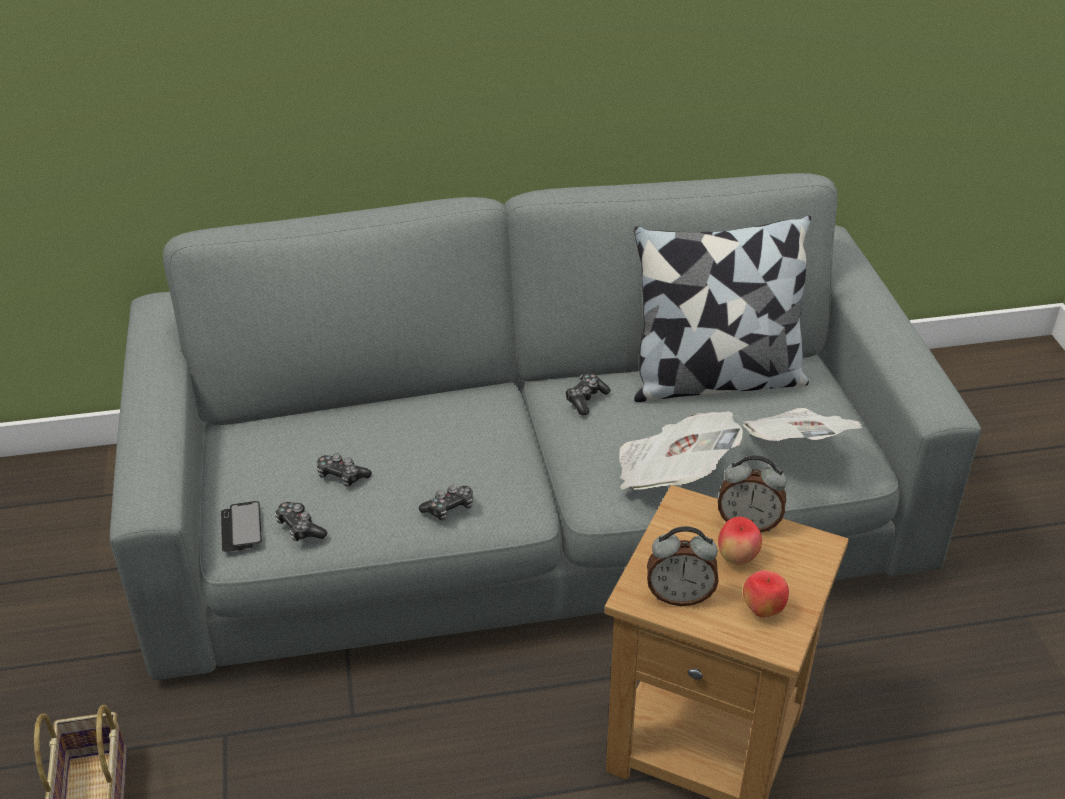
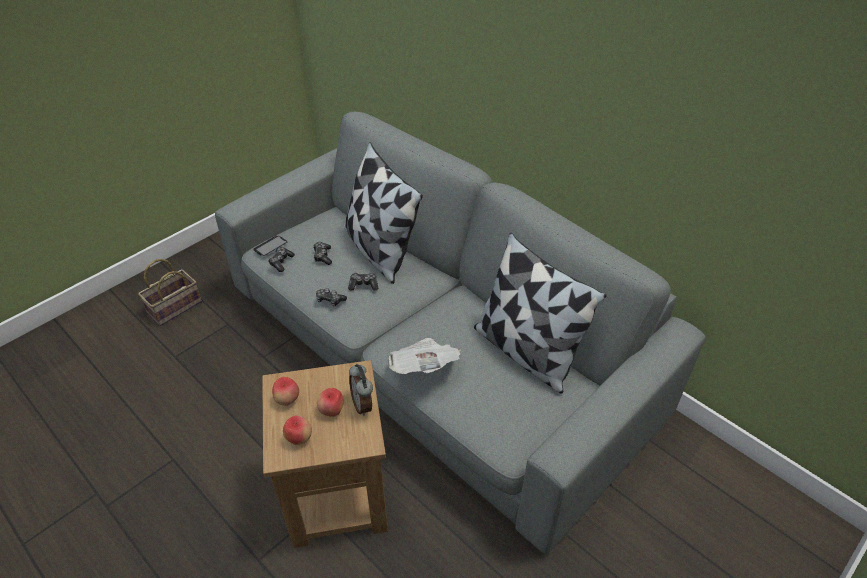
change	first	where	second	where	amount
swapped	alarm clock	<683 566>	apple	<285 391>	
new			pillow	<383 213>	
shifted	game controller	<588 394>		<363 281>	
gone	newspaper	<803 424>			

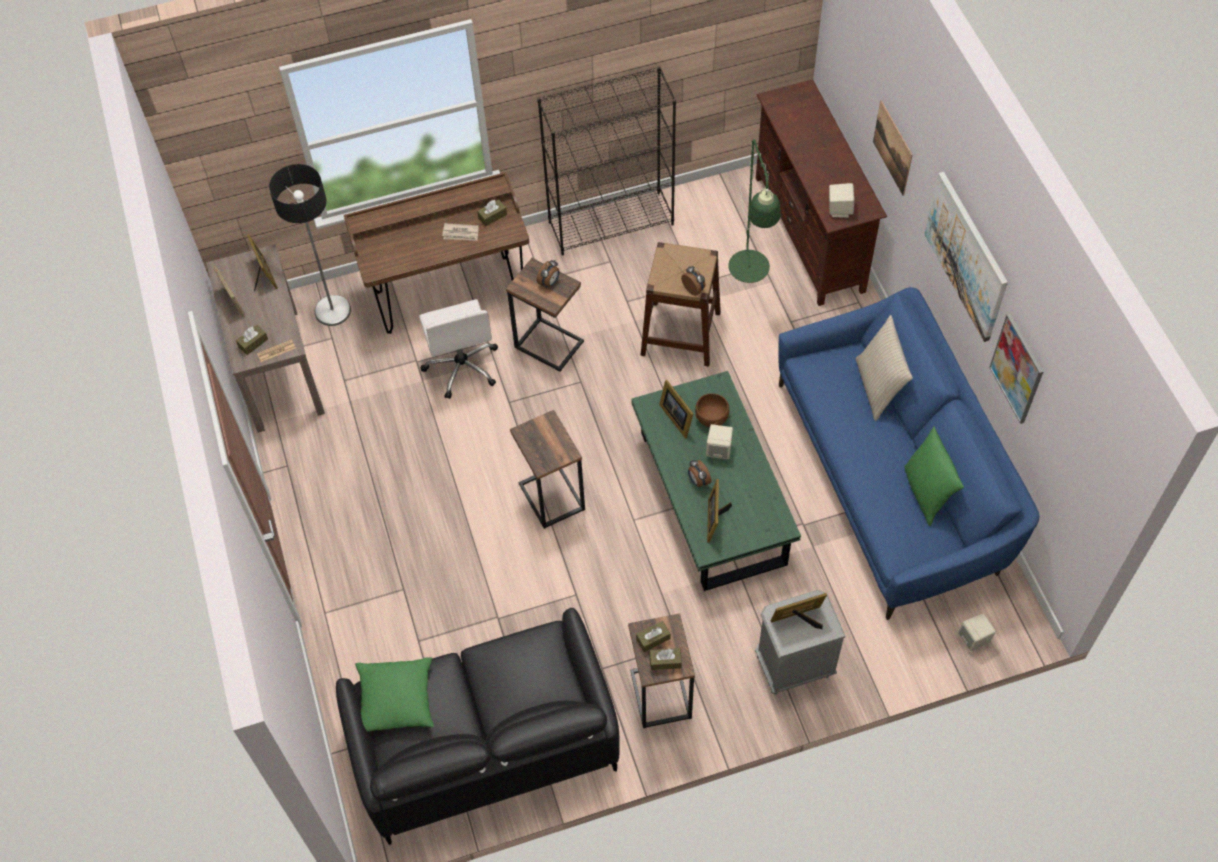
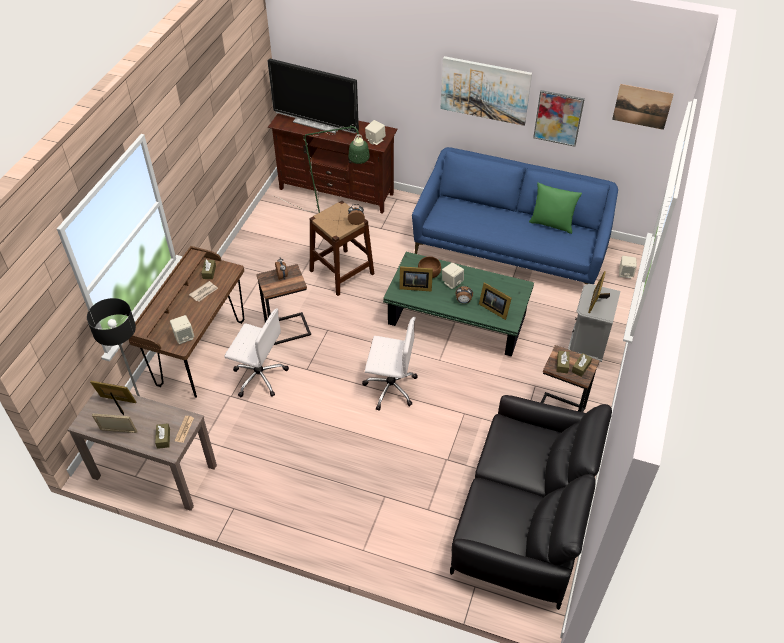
change	first	where	second	where	amount
new			beige speaker	<182 329>	
new			television	<313 96>	
swapped	side table	<547 469>	white office chair	<390 364>	
shifted	picture	<892 148>		<643 107>	
gone	green pillow	<394 694>			
gone	black bookcase	<606 161>			
gone	beige pillow	<884 368>			

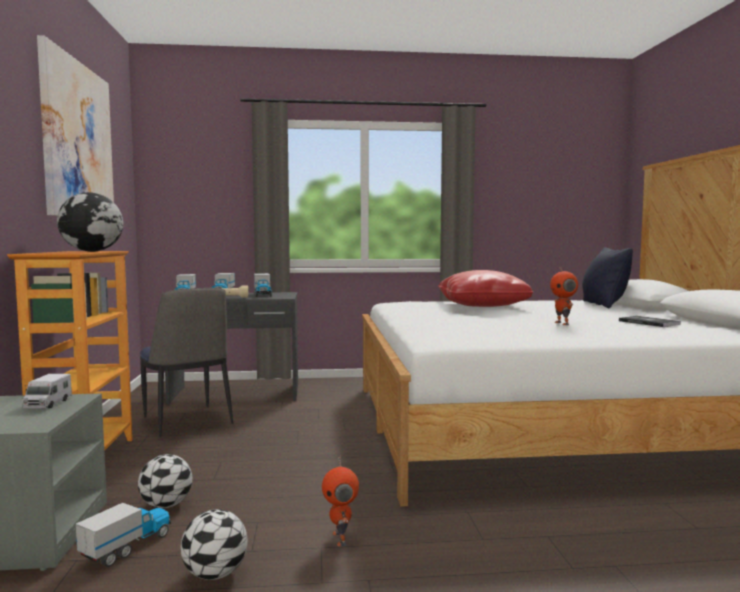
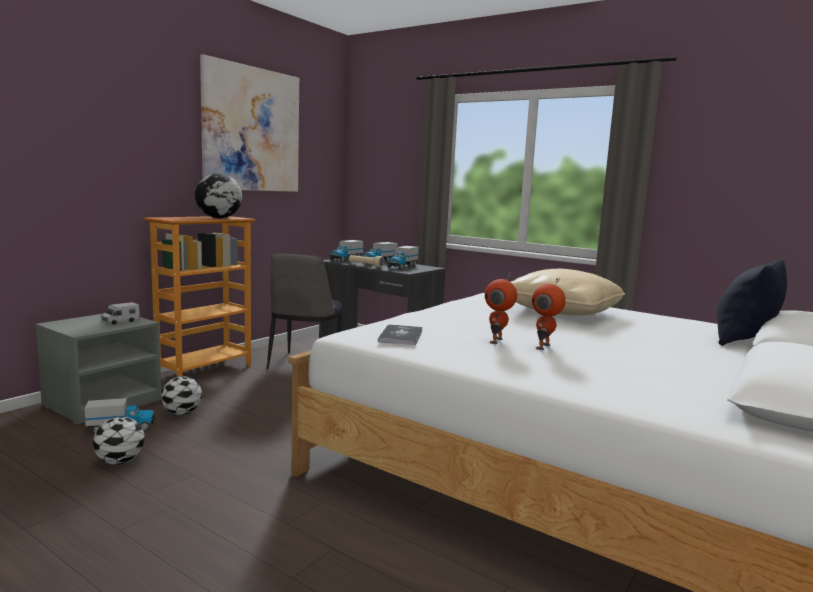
change	first	where	second	where	amount
shifted	book	<650 321>		<400 334>	
shifted	toy robot	<340 501>		<501 308>	
repainted	red pillow	<485 288>	beige pillow	<568 292>	

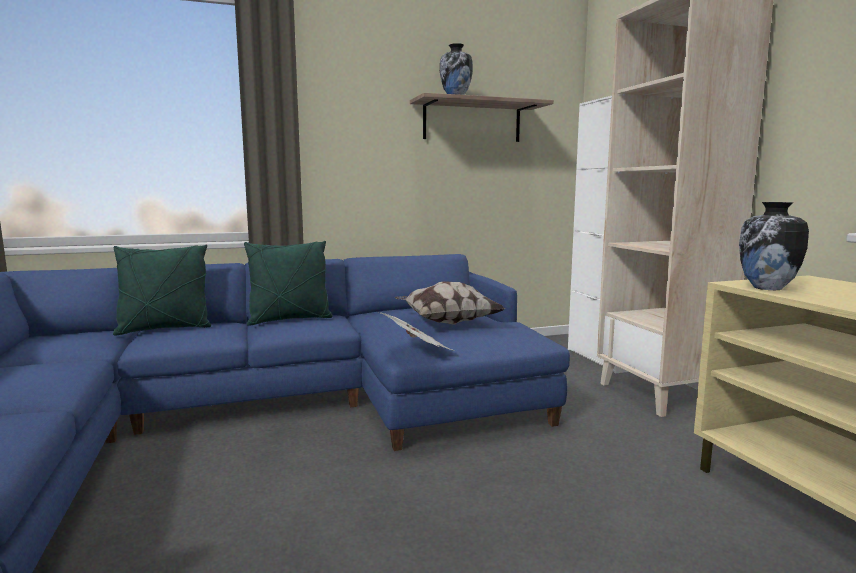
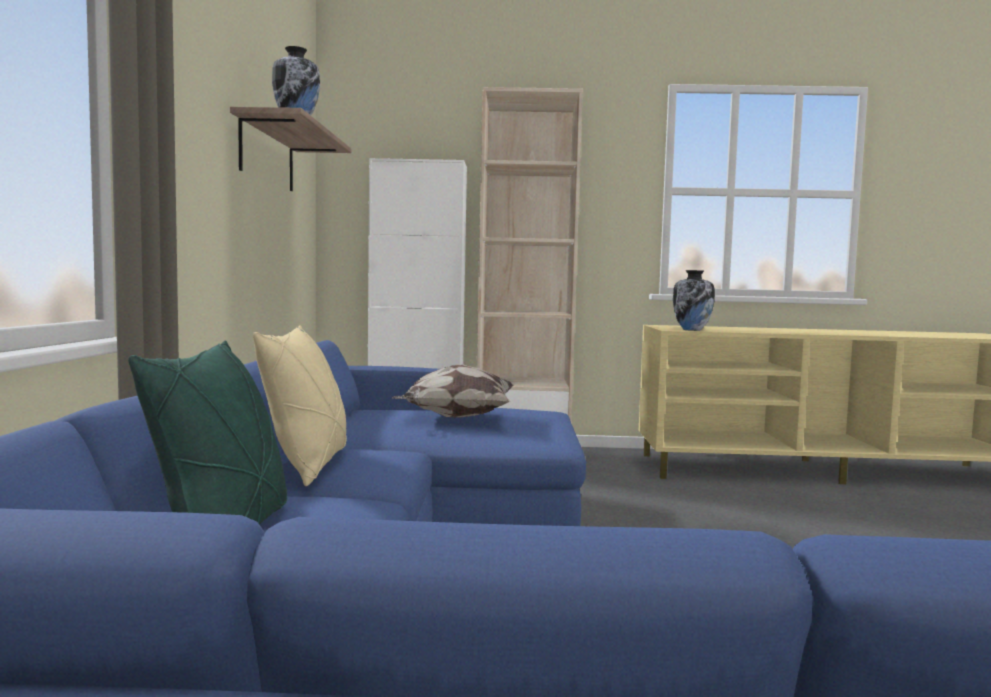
change	first	where	second	where	amount
repainted	green pillow	<288 283>	beige pillow	<300 405>	
gone	newspaper	<415 331>			

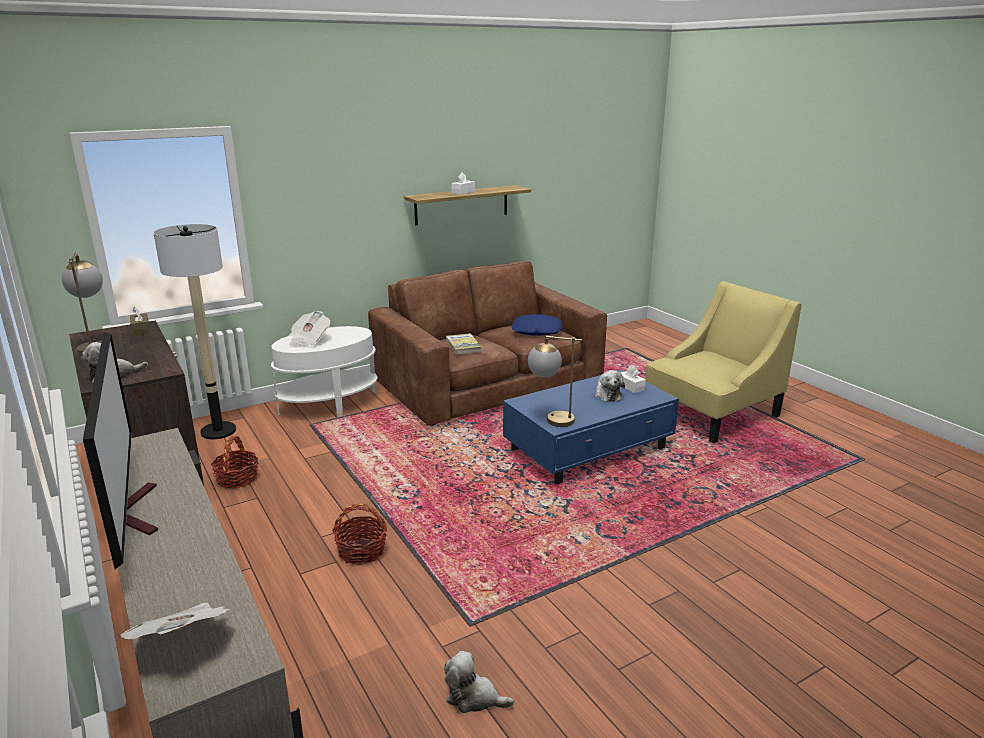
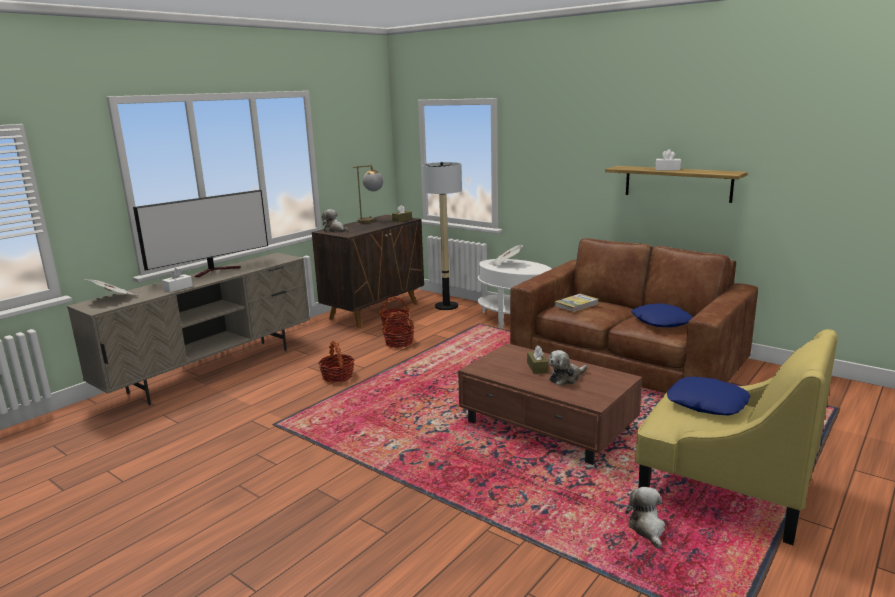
change	first	where	second	where	amount
shifted	white tissue box	<633 379>		<177 280>	
new			basket	<398 329>	
repainted	blue coffee table	<591 427>	brown coffee table	<550 404>	
new			brown tissue box	<537 360>	
shifted	plush toy	<479 682>		<645 518>	
new			blue pillow	<708 396>	
gone	table lamp	<555 381>			

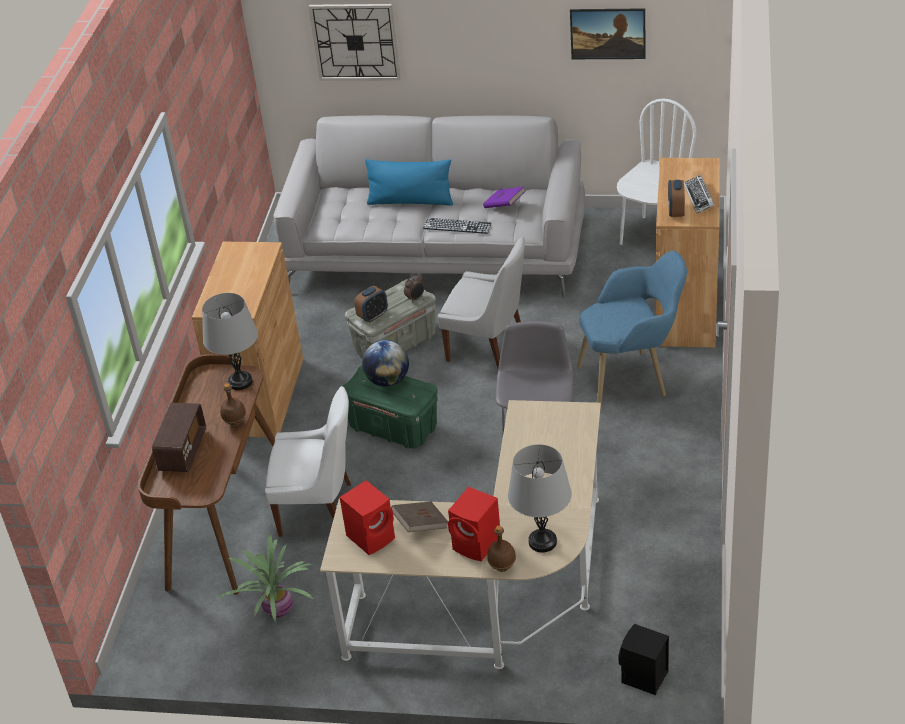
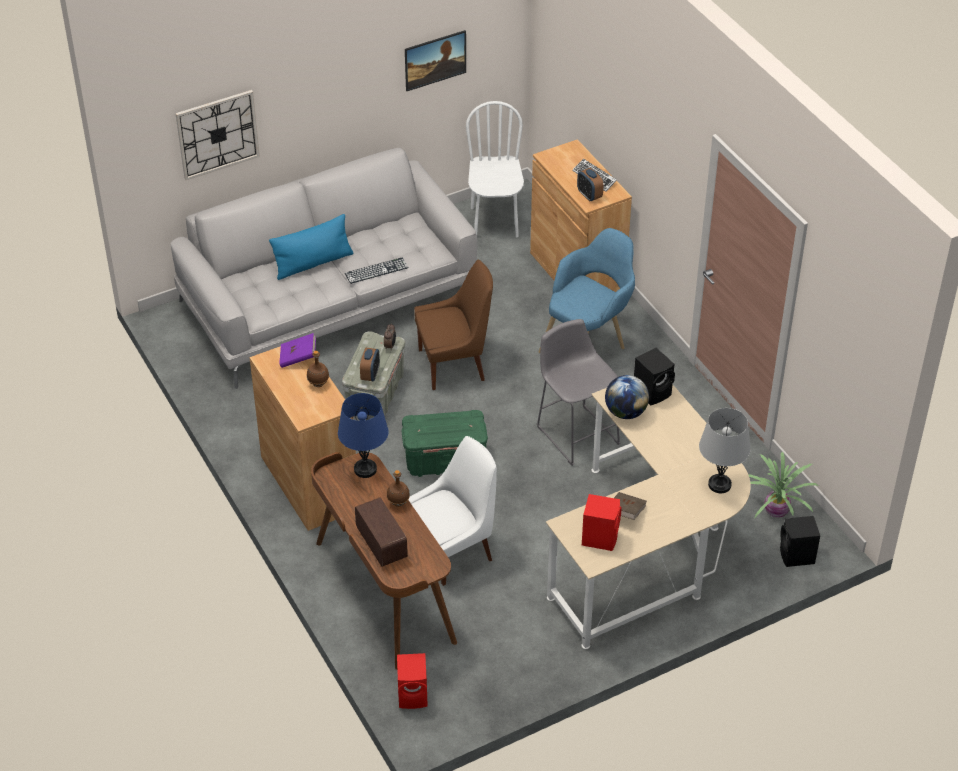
change	first	where	second	where	amount
shifted	purple book	<504 197>		<297 350>	
shifted	brown bottle	<501 549>		<318 368>	
repainted	grey table lamp	<230 341>	blue table lamp	<363 435>	
shifted	red speaker	<474 524>		<412 681>	
repainted	white chair	<481 302>	brown chair	<453 325>	
shifted	globe	<385 363>		<627 397>	
new			black speaker	<654 376>	
shifted	potted plant	<265 578>		<783 485>	

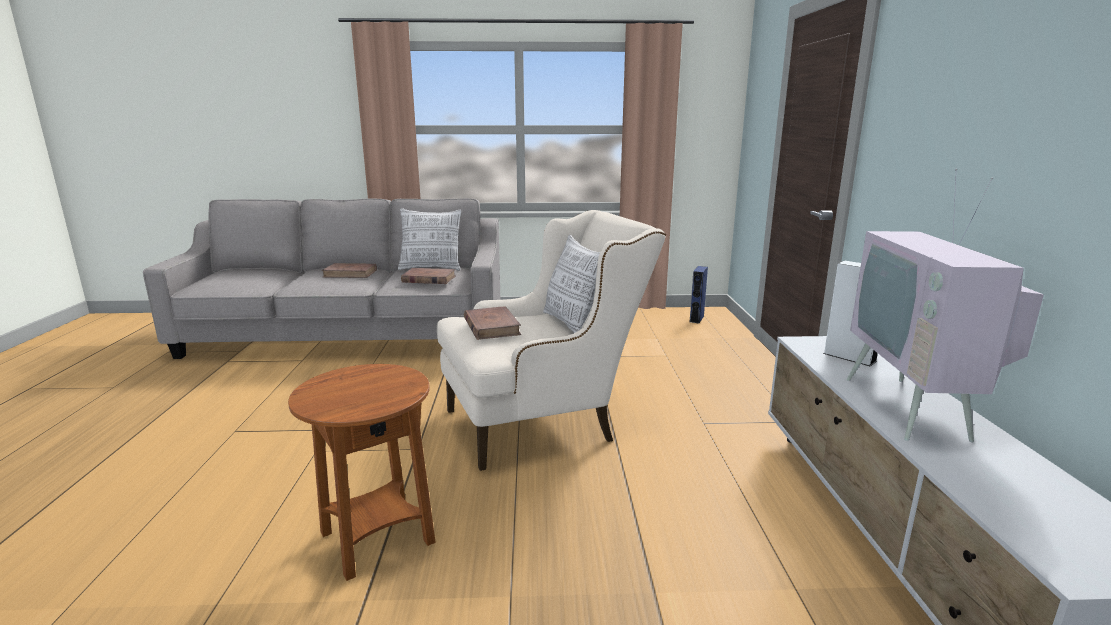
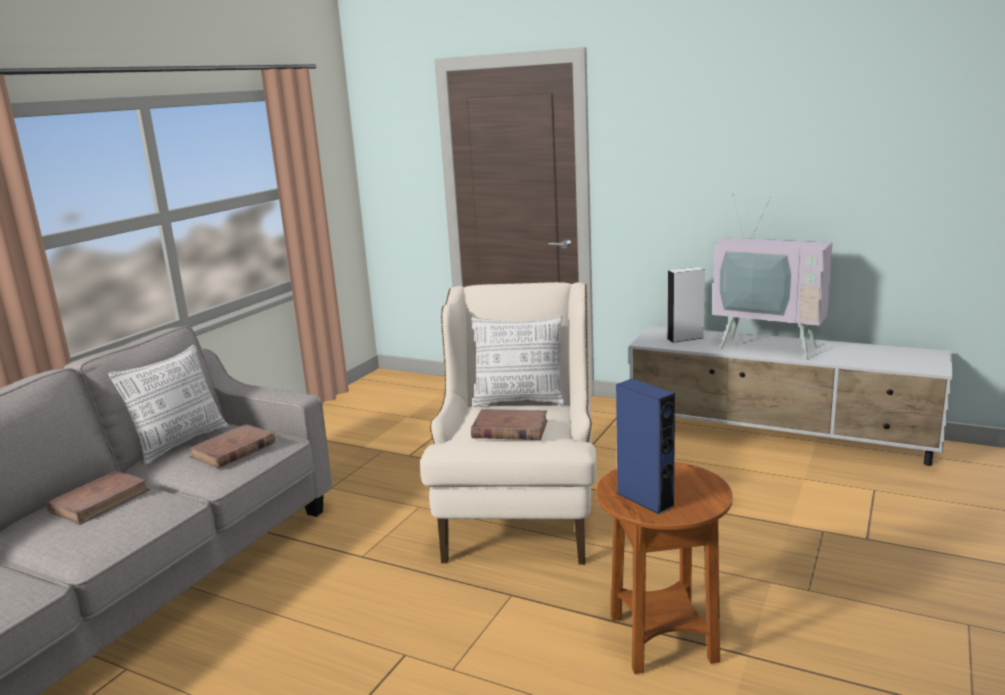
change	first	where	second	where	amount
shifted	blue speaker	<699 295>		<645 446>	

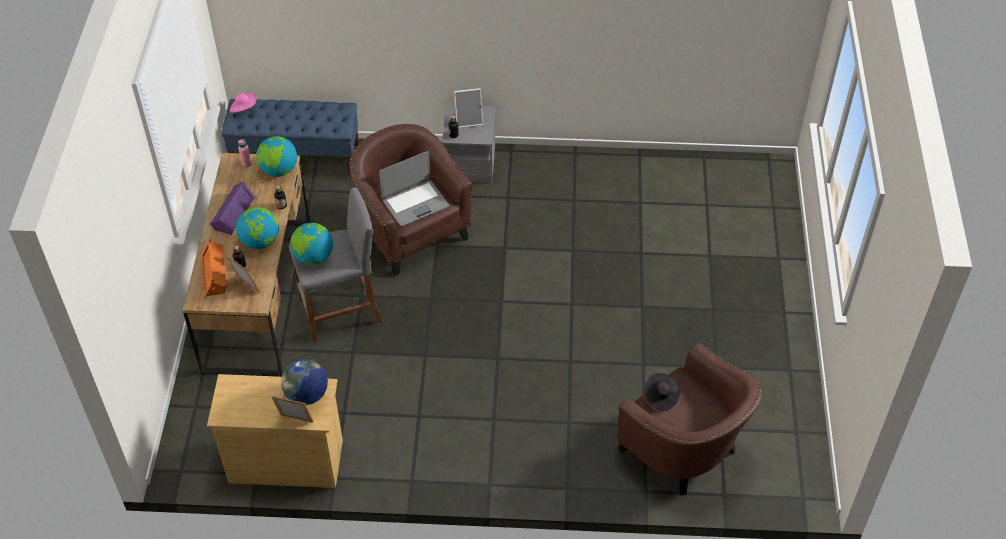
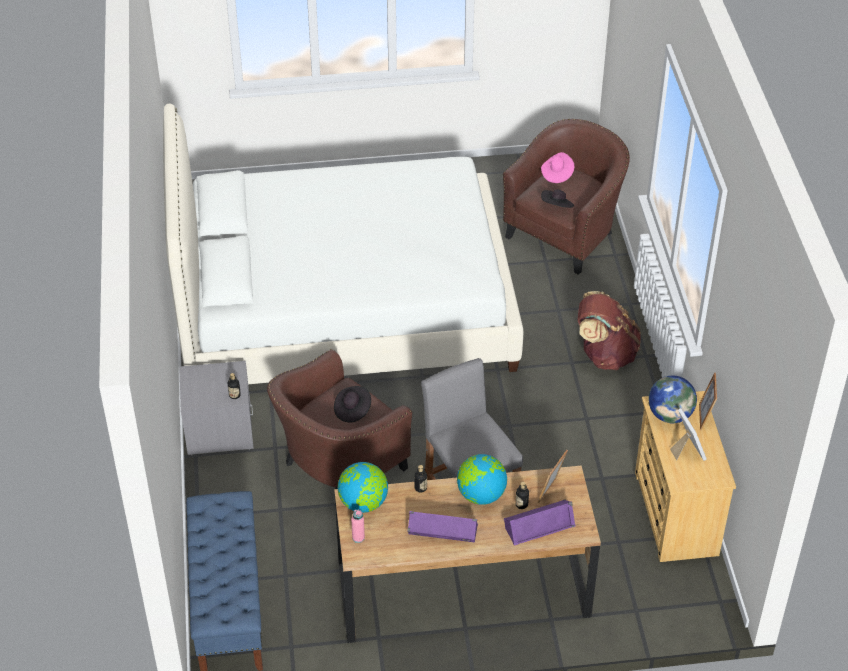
change	first	where	second	where	amount
new			white bed	<343 244>	
swapped	laptop	<414 188>	black hat	<352 404>	
repainted	orange speaker	<214 268>	purple speaker	<540 522>	
shifted	pink hat	<243 102>		<557 167>	
new			brown backpack	<609 330>	
shifted	picture frame	<468 108>		<688 434>	
gone	globe	<311 244>			

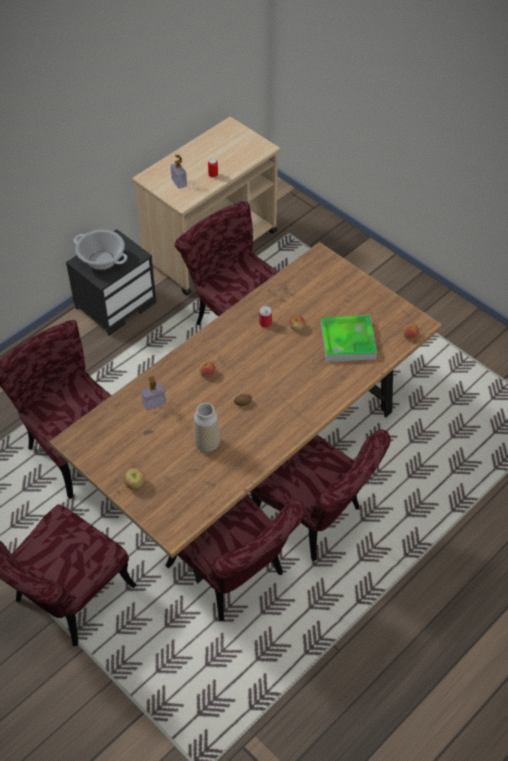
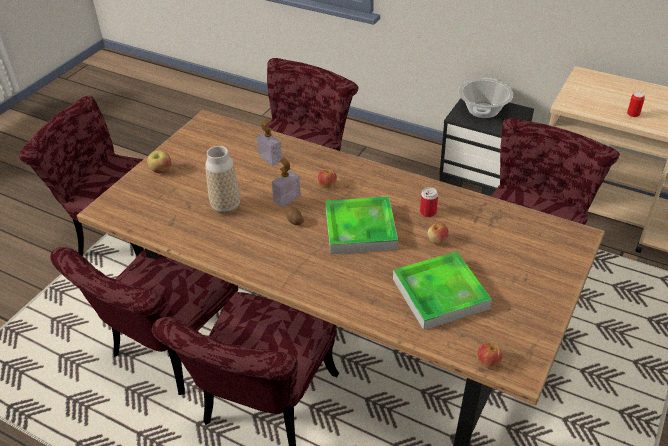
change	first	where	second	where	amount
shifted	soap dispenser	<178 172>		<286 182>	
new			tray	<361 225>	

